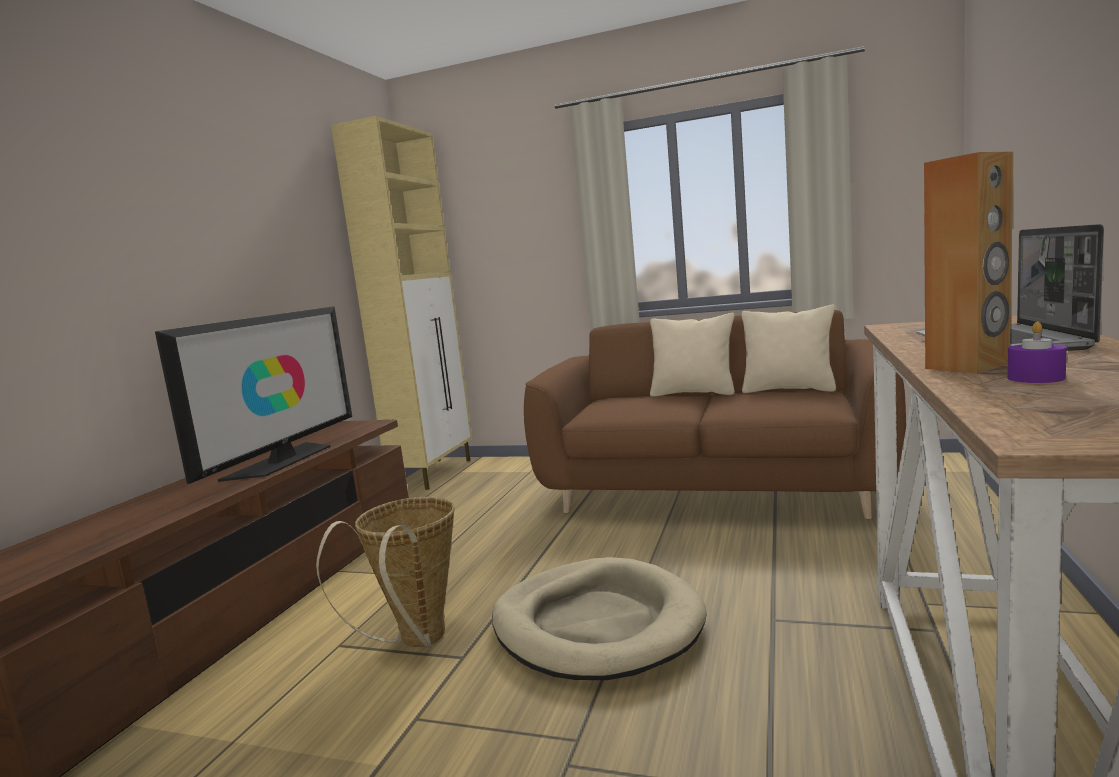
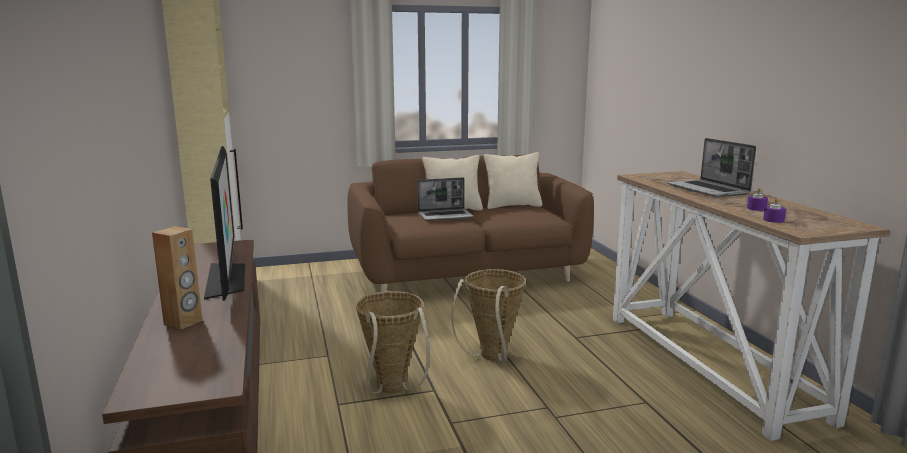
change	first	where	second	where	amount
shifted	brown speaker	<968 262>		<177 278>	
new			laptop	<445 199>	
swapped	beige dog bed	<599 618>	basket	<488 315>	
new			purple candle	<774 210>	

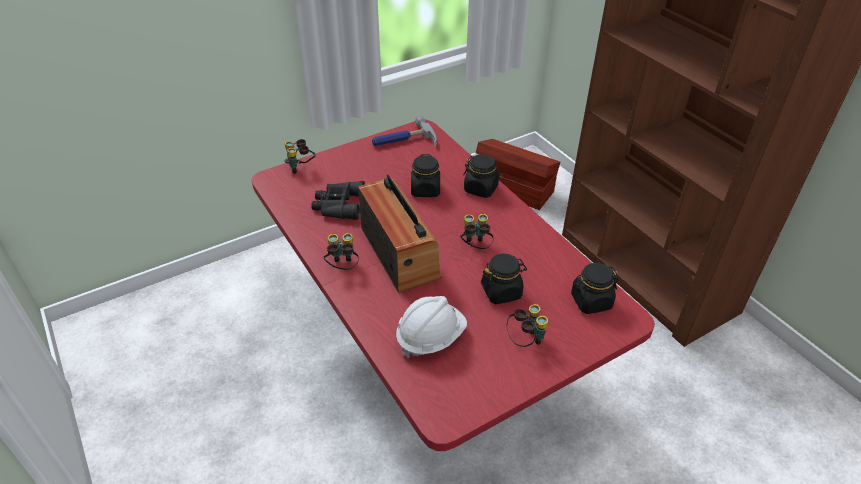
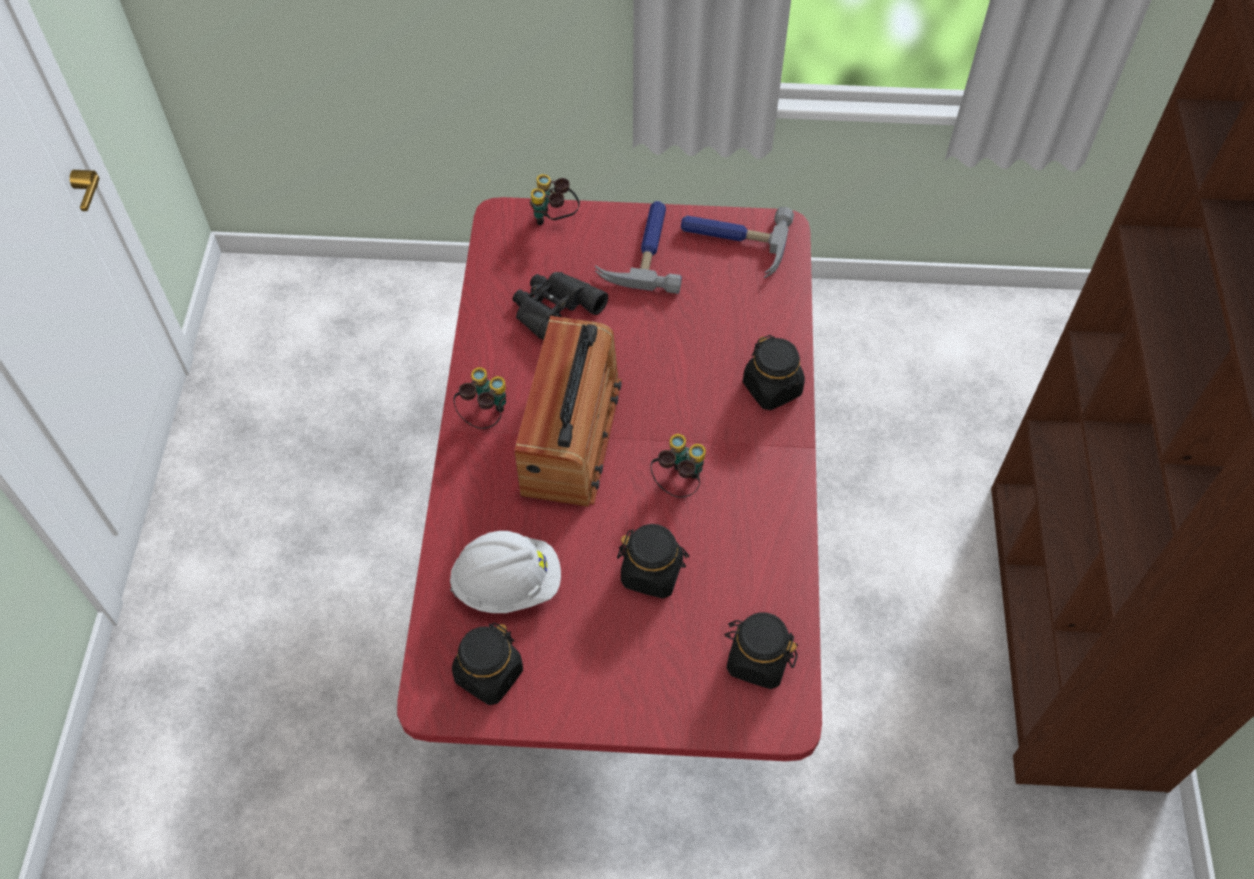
change	first	where	second	where	amount
shifted	black jar	<425 175>		<487 664>	
new			hammer	<638 247>	
gone	brown storage box	<518 174>			
gone	binoculars	<527 325>			

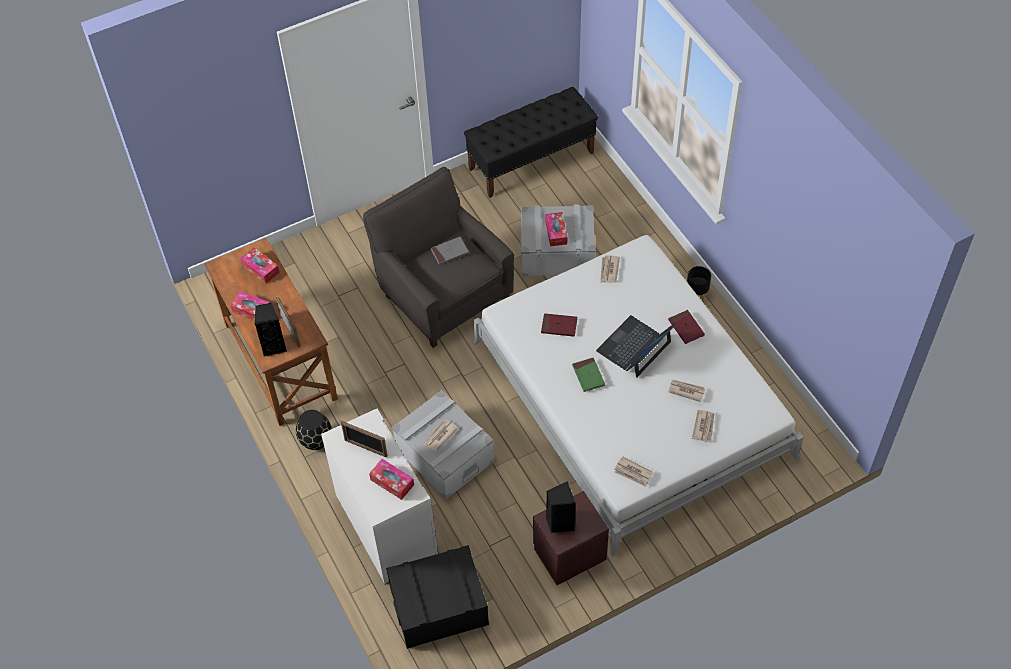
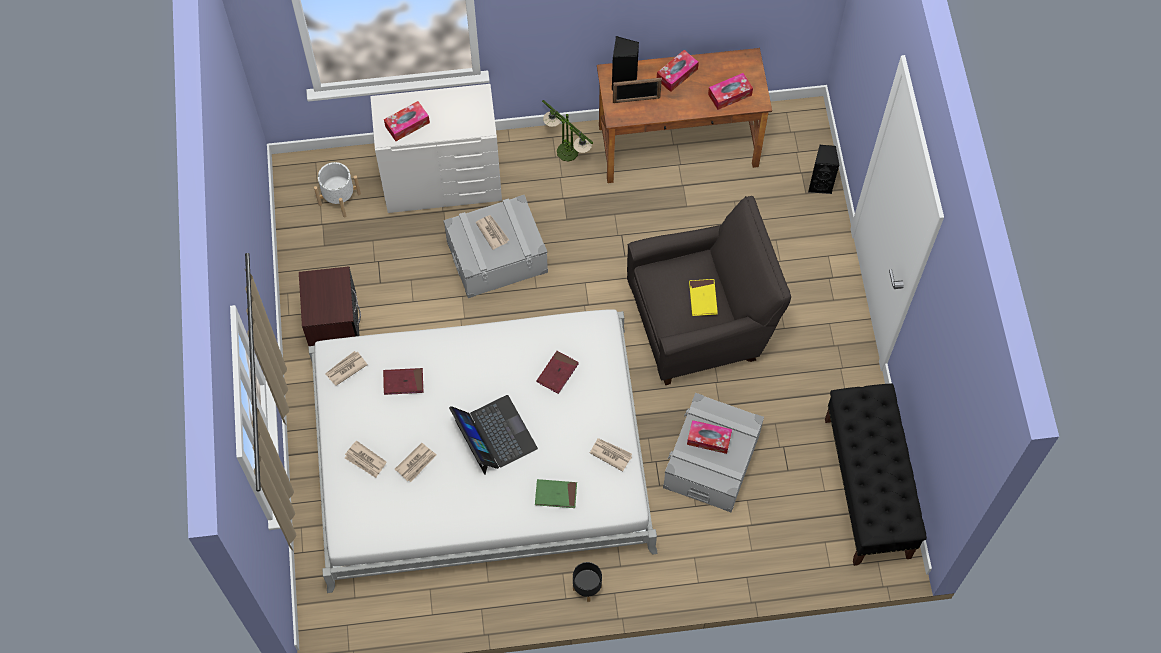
change	first	where	second	where	amount
swapped	black storage box	<437 597>	white planter	<337 190>	
shifted	red book	<686 327>		<403 381>	
shifted	green book	<588 374>		<556 493>	
swapped	black vase	<314 430>	table lamp	<567 131>	
repainted	grey book	<450 251>	yellow book	<703 297>	
shifted	black speaker	<561 507>		<824 169>	
gone	picture frame	<364 439>			

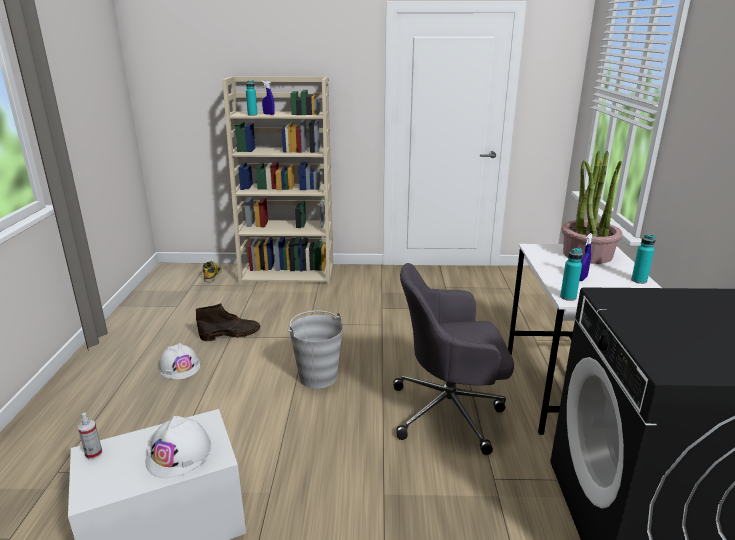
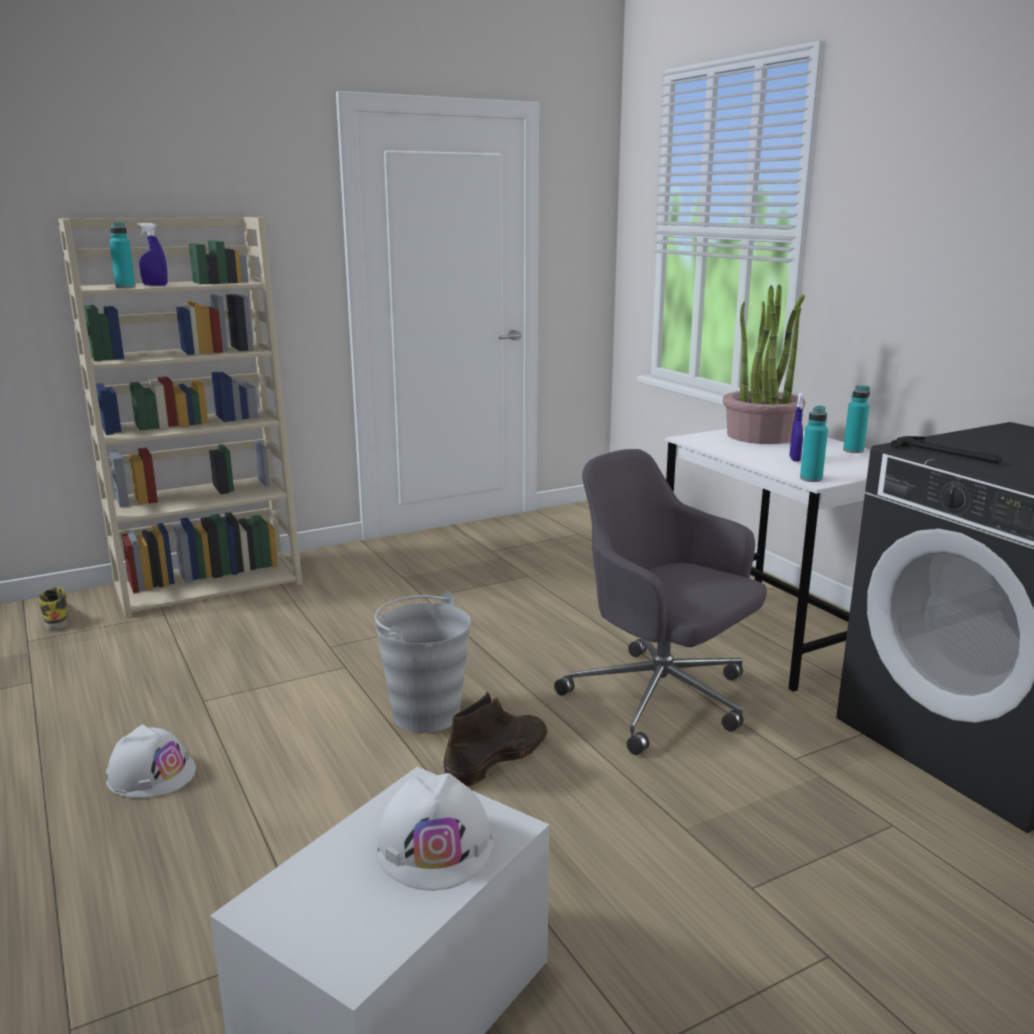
change	first	where	second	where	amount
shifted	brown boot	<228 322>		<496 739>	
rotated	grey office chair	<453 359>		<660 602>	75 degrees clockwise
new			hammer	<946 450>	
gone	spray bottle	<90 435>			

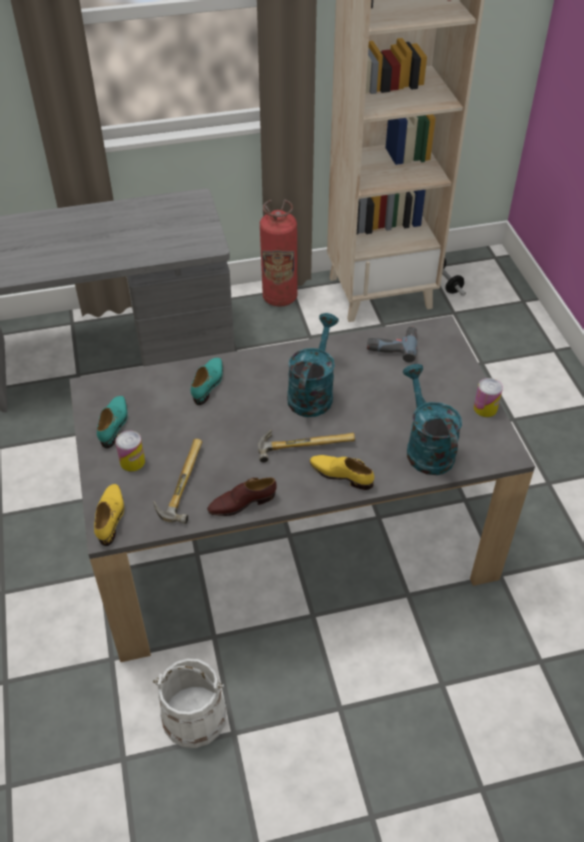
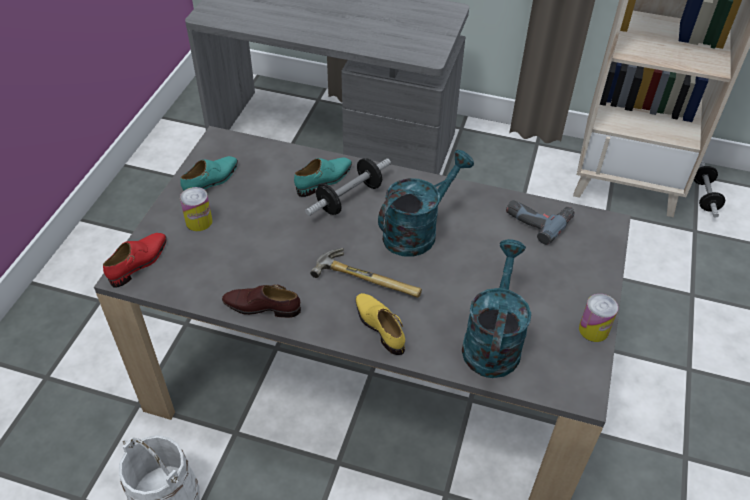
change	first	where	second	where	amount
repainted	yellow shoe	<109 515>	red shoe	<135 260>	
new			dumbbell	<348 187>	
gone	hammer	<178 481>			
gone	fire extinguisher	<278 253>			

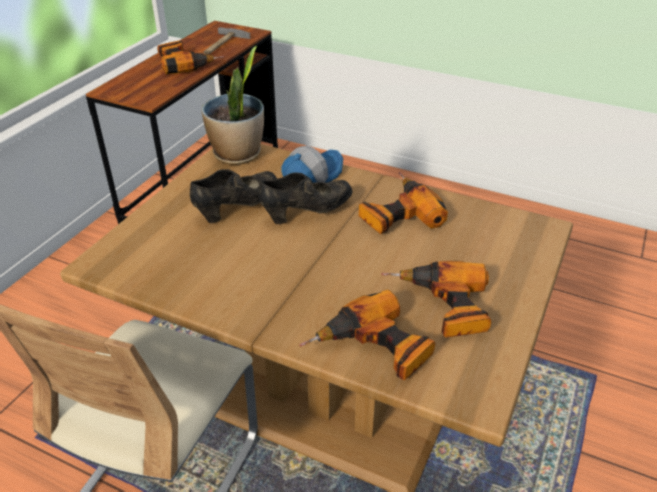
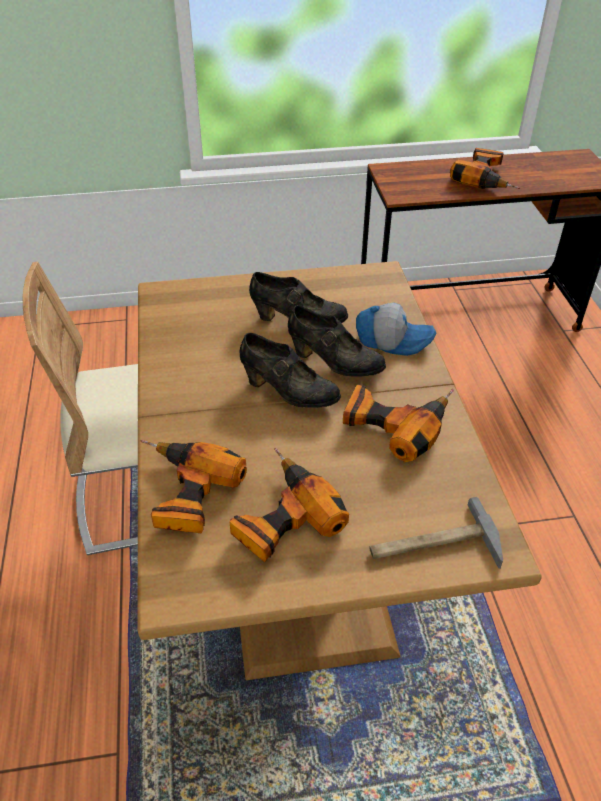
change	first	where	second	where	amount
new			black shoe	<290 370>	
shifted	hammer	<227 41>		<436 533>	
gone	potted plant	<232 105>			

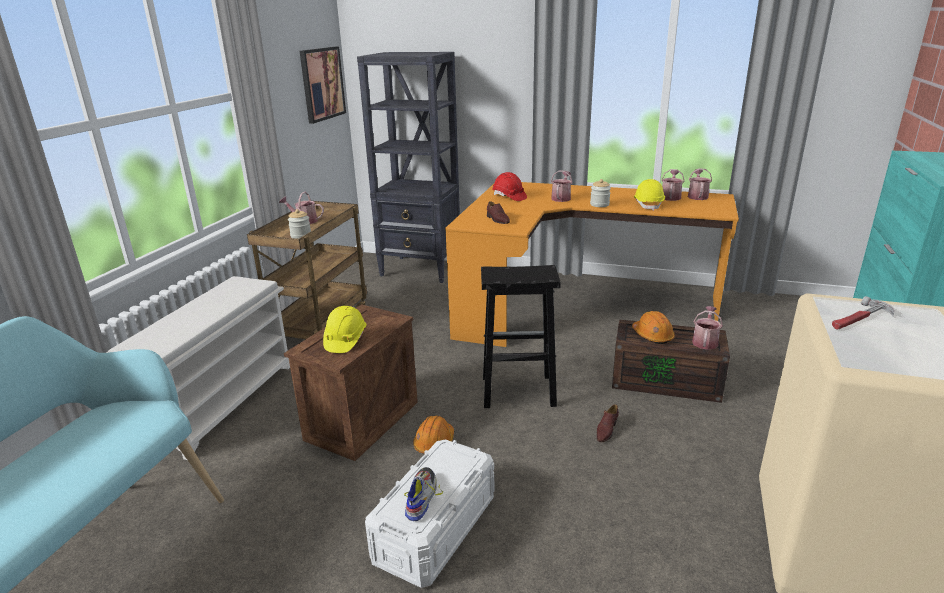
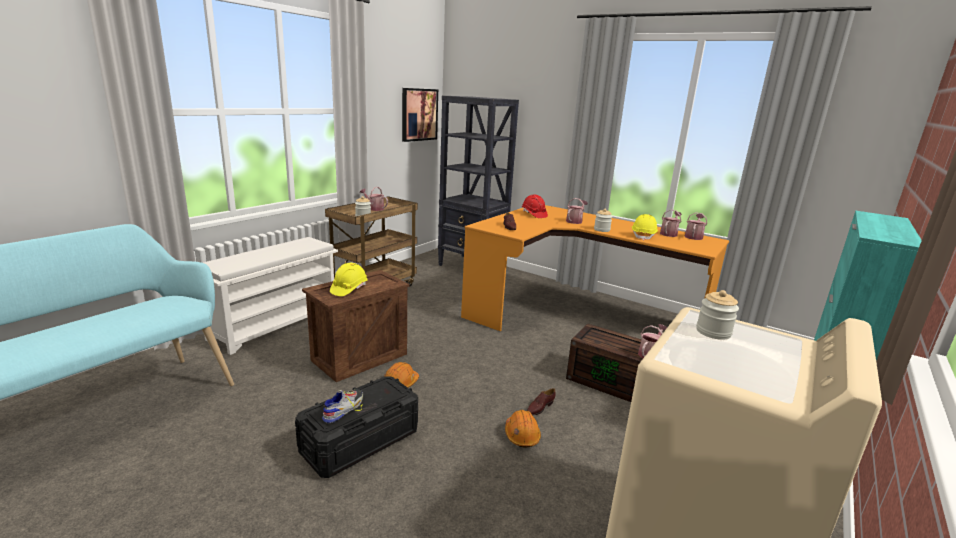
change	first	where	second	where	amount
repainted	white storage box	<429 514>	black storage box	<356 427>	
shifted	orange hard hat	<653 327>		<523 429>	
swapped	hammer	<863 313>	jar	<717 315>	
gone	black stool	<521 336>			

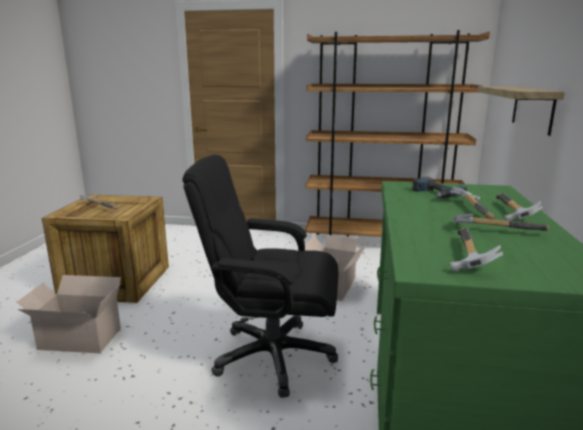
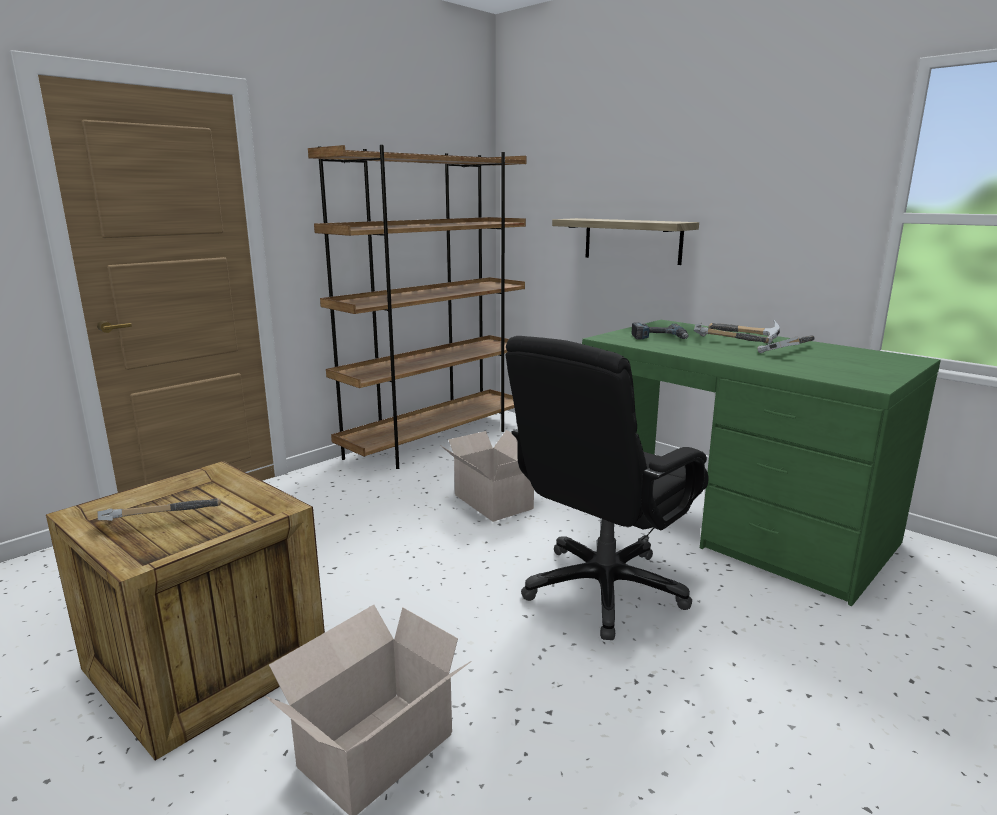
change	first	where	second	where	amount
gone	hammer	<476 250>			

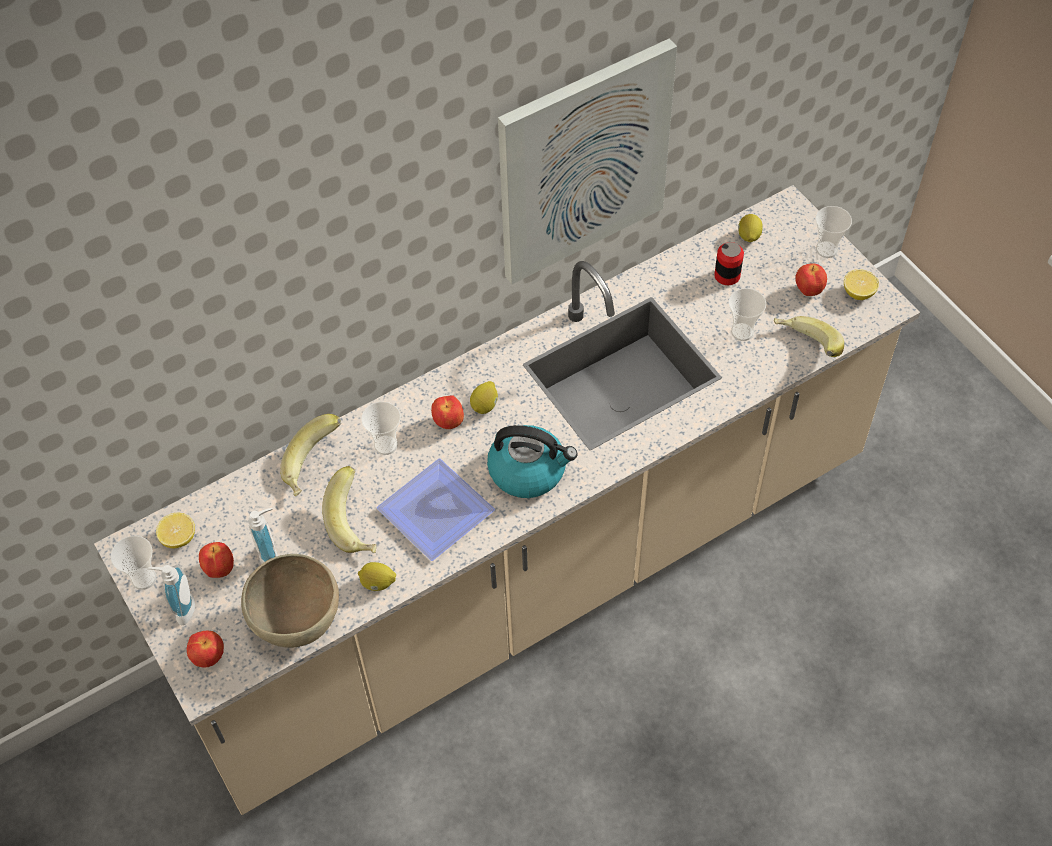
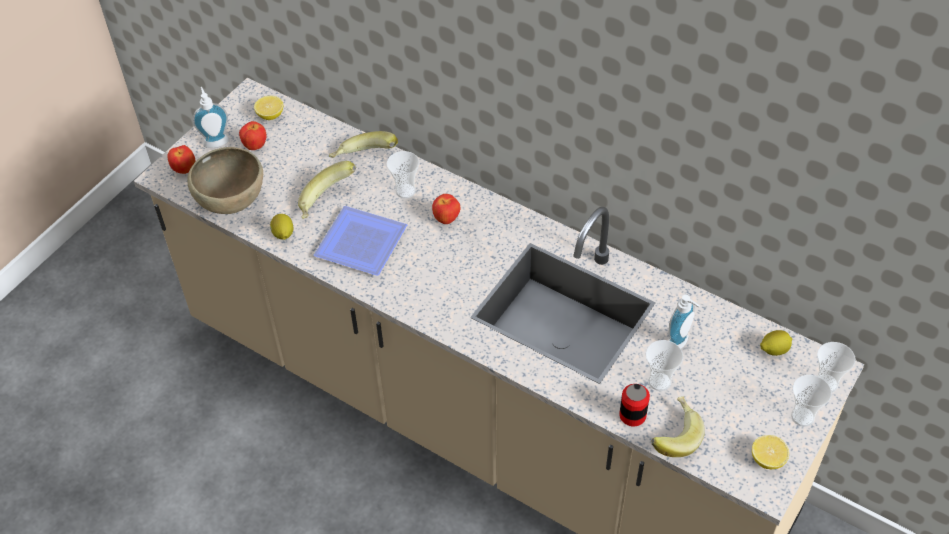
change	first	where	second	where	amount
shifted	can	<729 263>		<634 405>	
shifted	soap dispenser	<263 535>		<684 321>	
shifted	cup	<134 563>		<836 367>	
gone	lemon	<484 397>			
gone	kettle	<532 461>			
gone	picture	<587 161>			
gone	apple	<811 280>			

